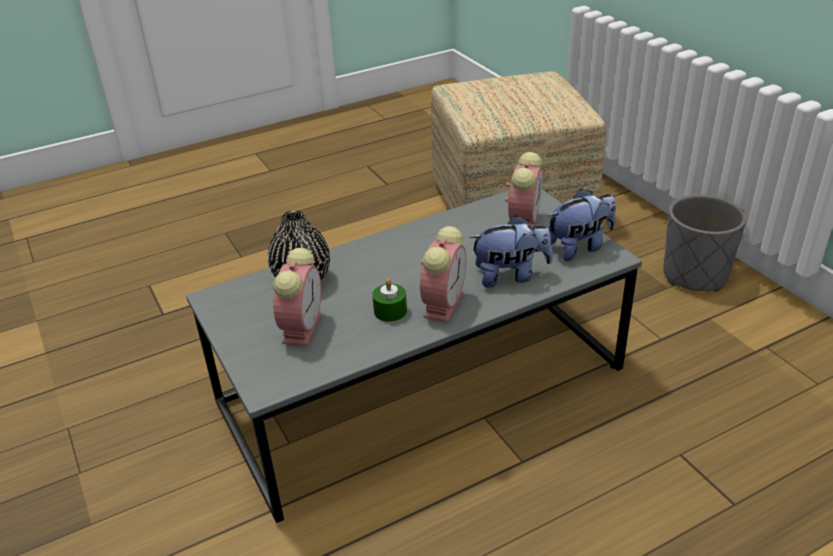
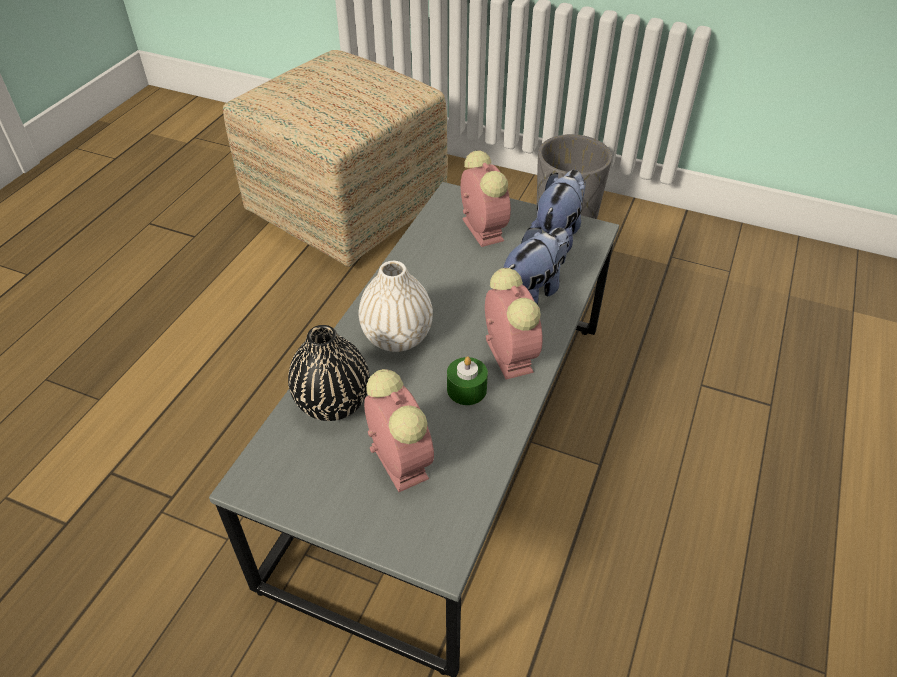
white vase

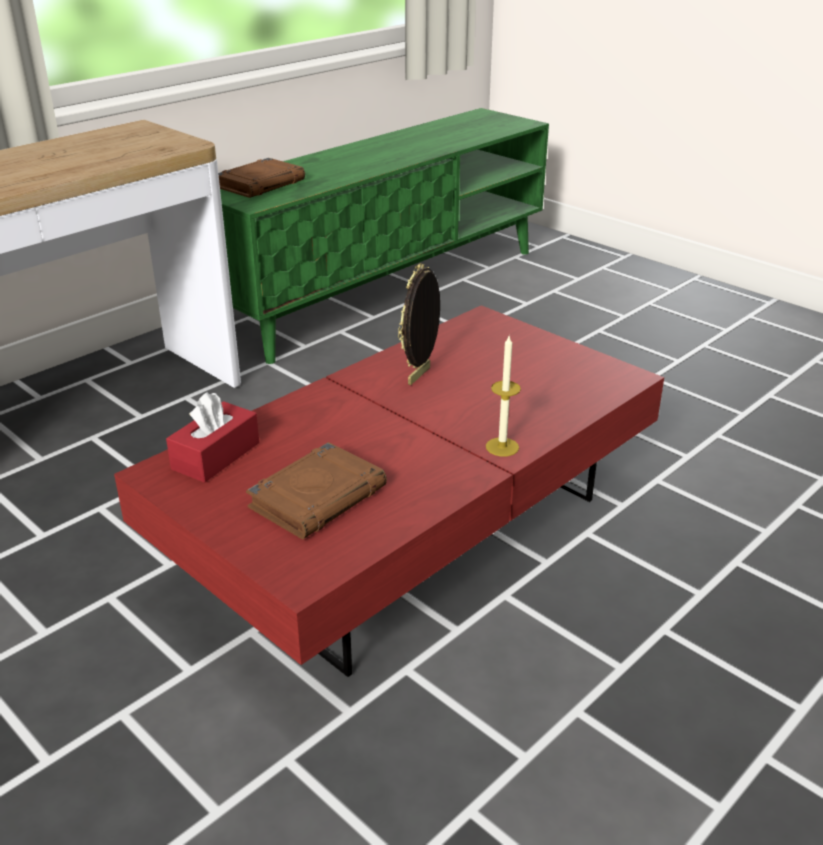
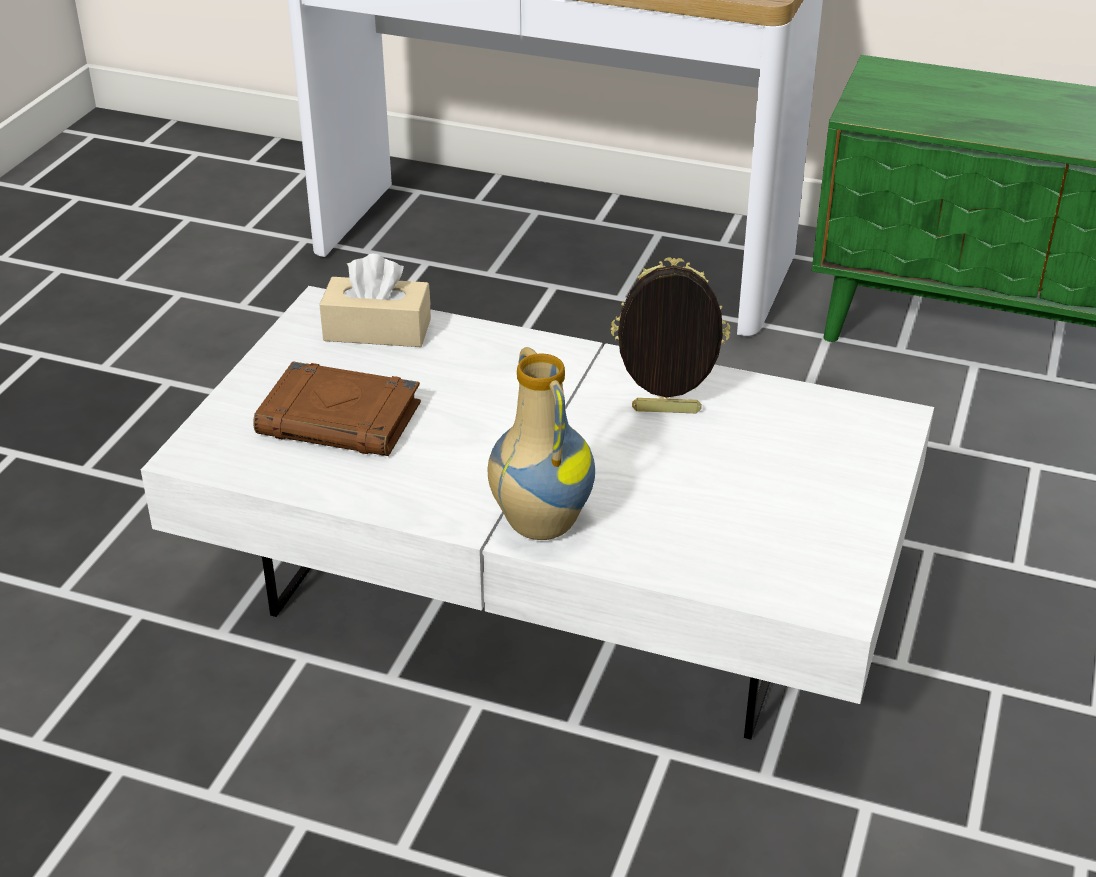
brown book (1st from left in the first image)
vase
white coffee table
beige tissue box

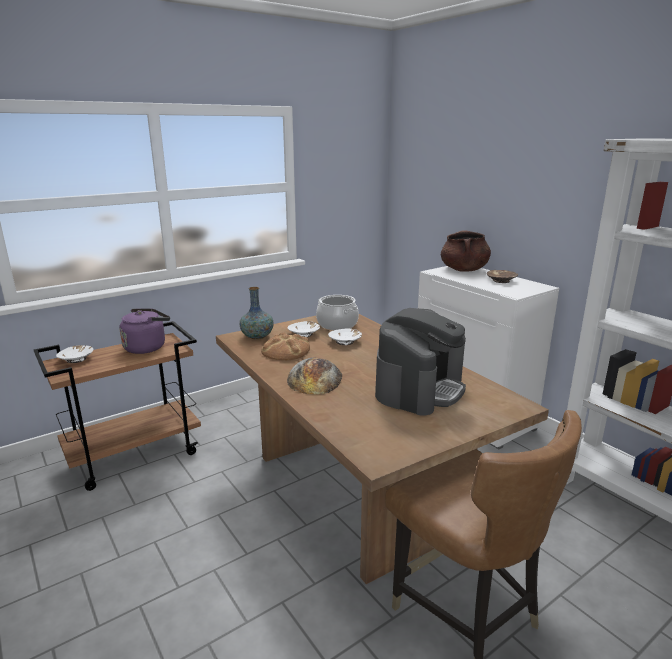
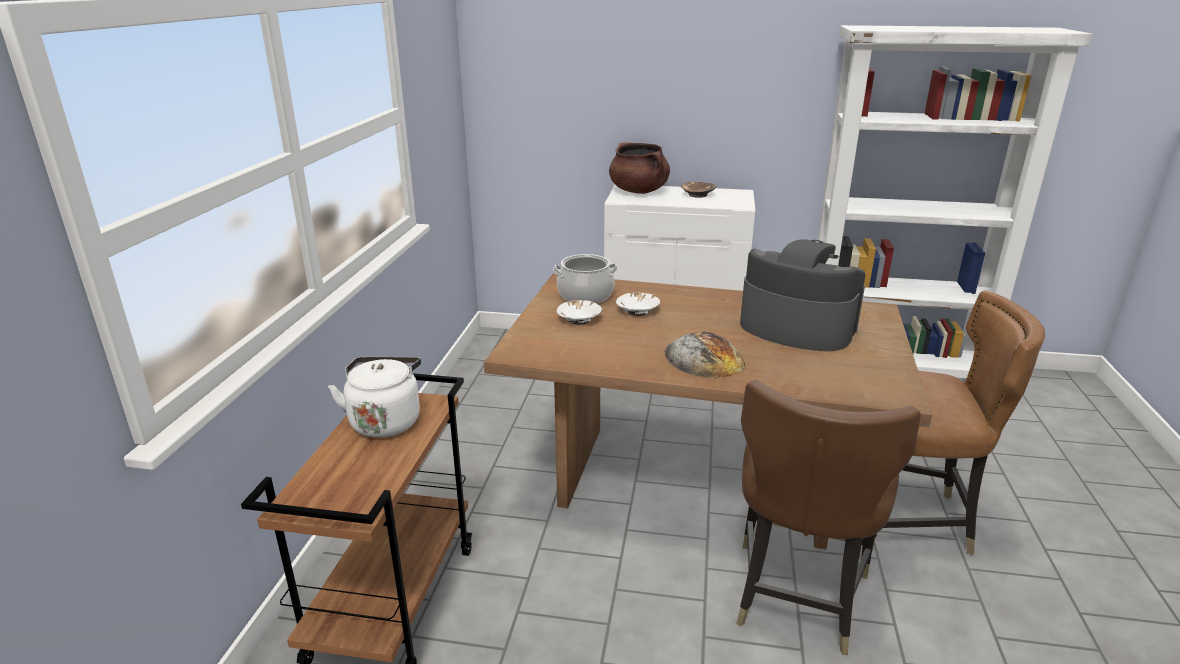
white bowl (1st from left in the first image)
vase
bread (1st from left in the first image)
brown chair (1st from left)
white kettle
coffee machine

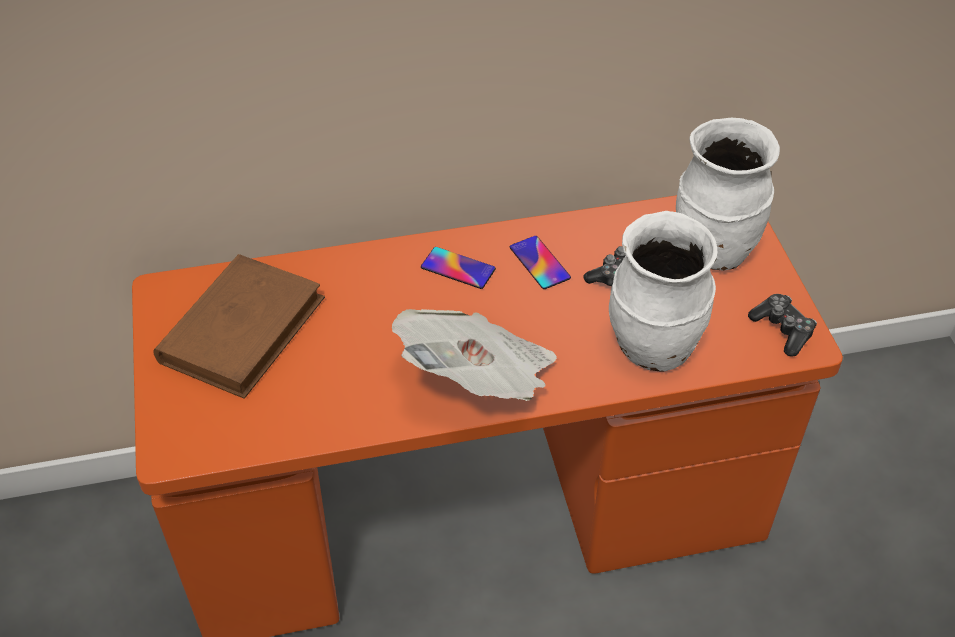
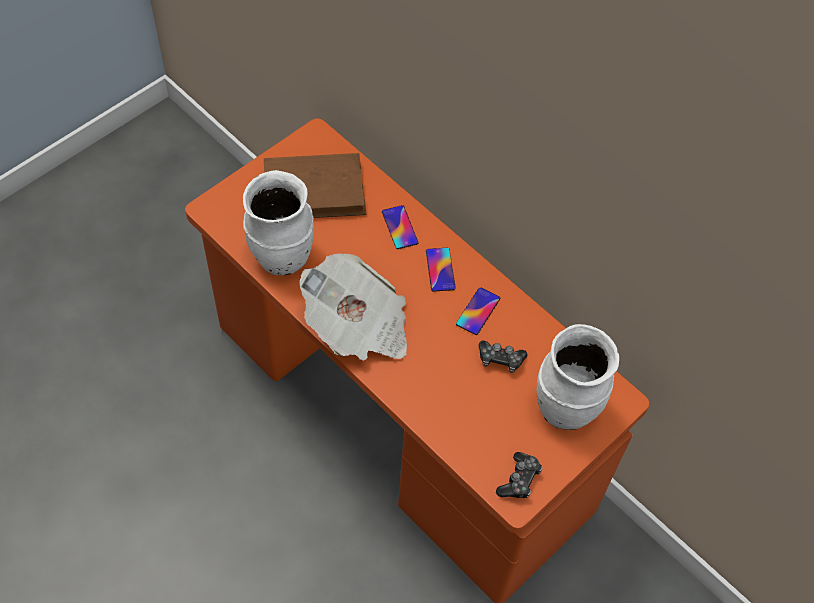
phone (1st from left)
white vase (1st from left)

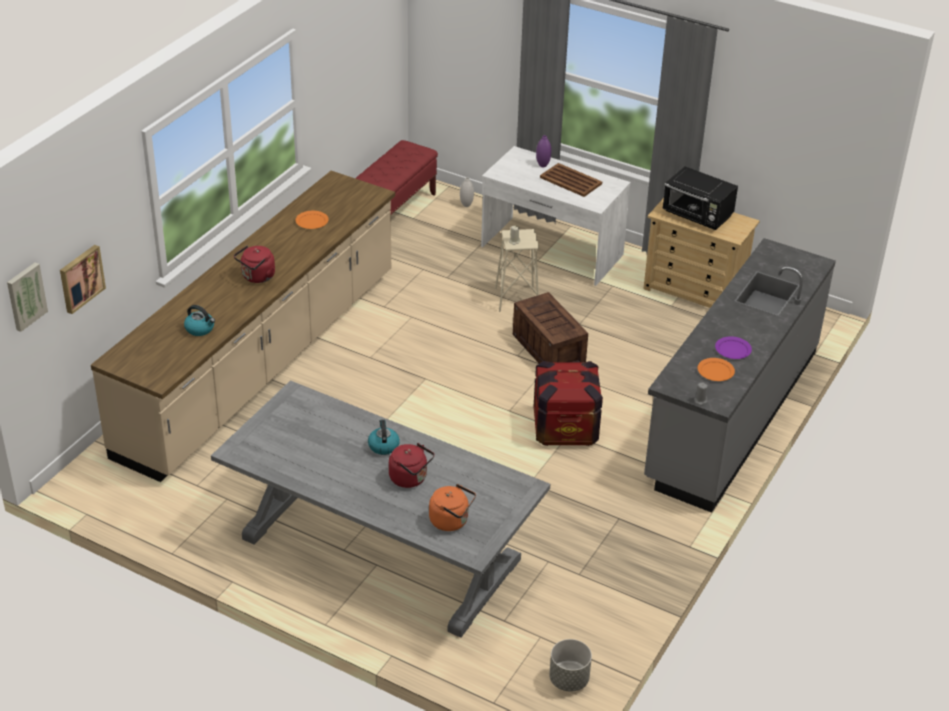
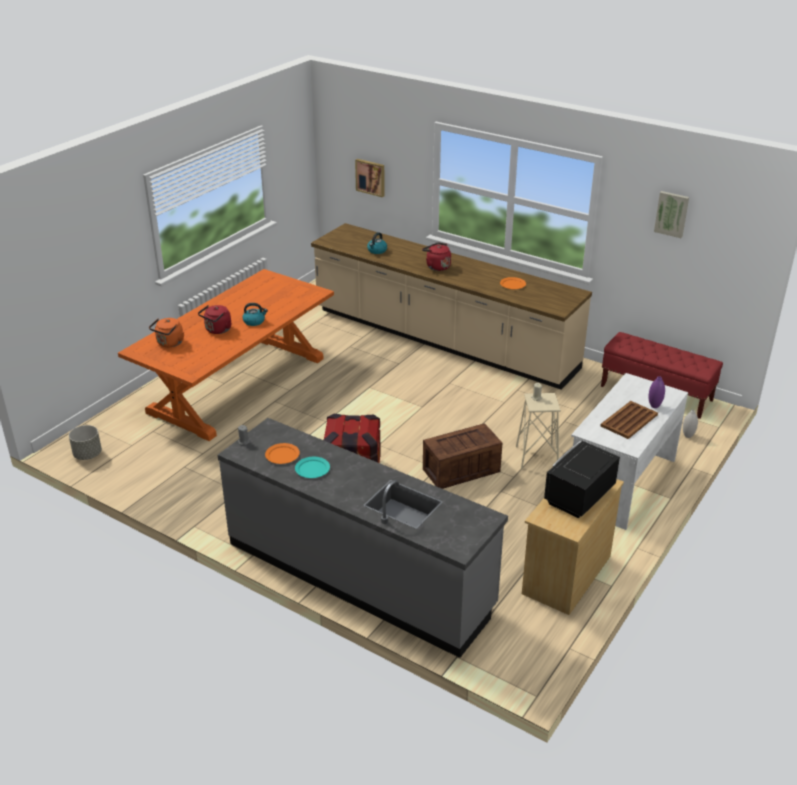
picture (2nd from left)
orange dining table
turquoise plate

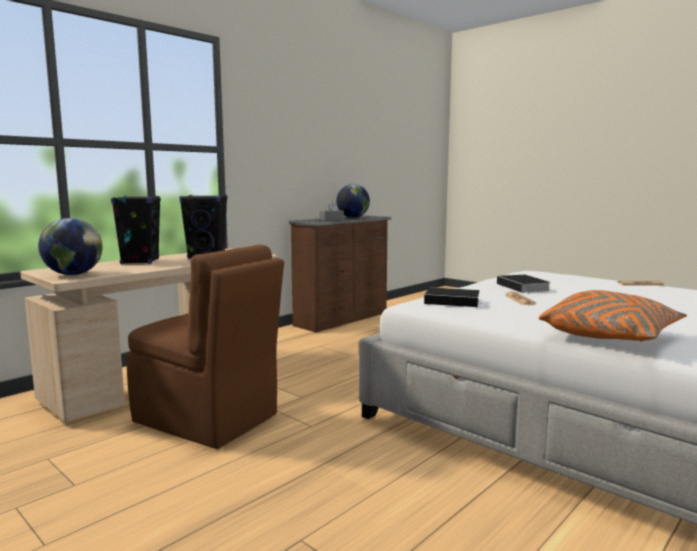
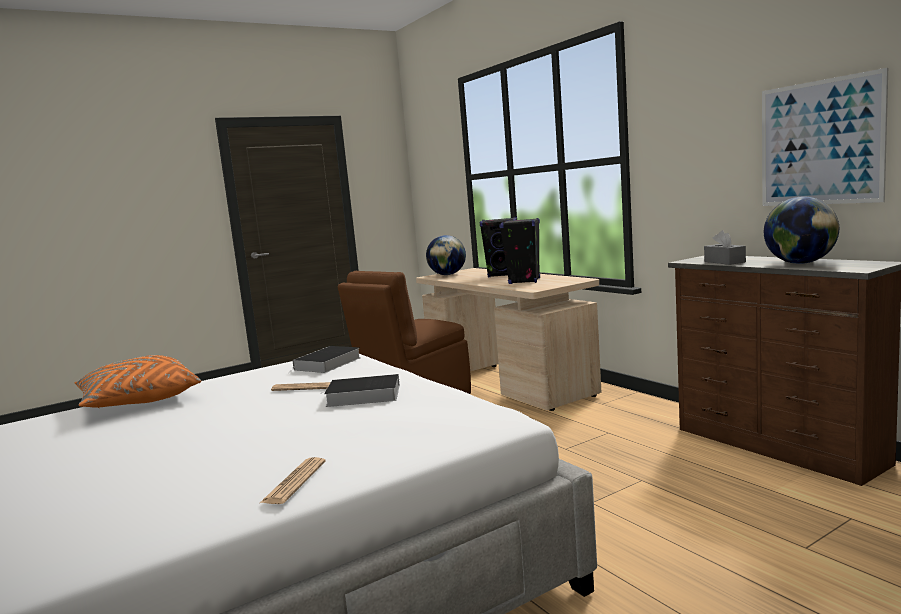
picture

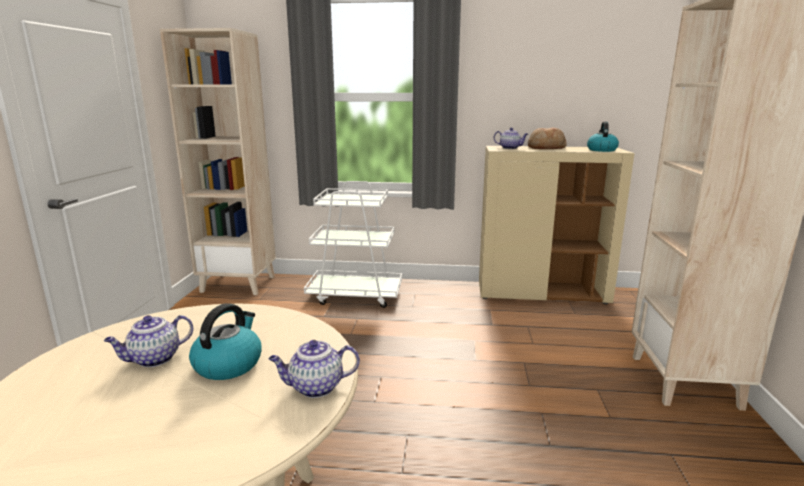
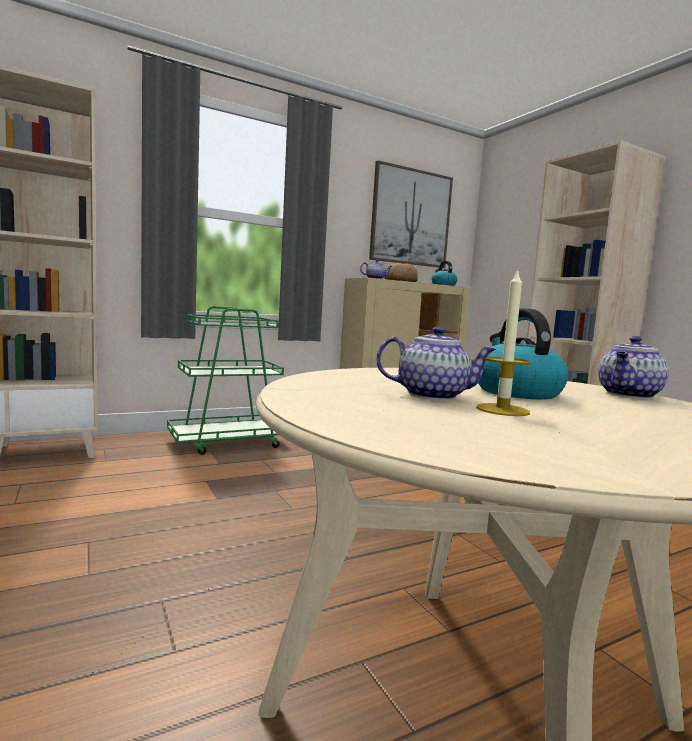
picture
candle
green cart
teapot (2nd from left)

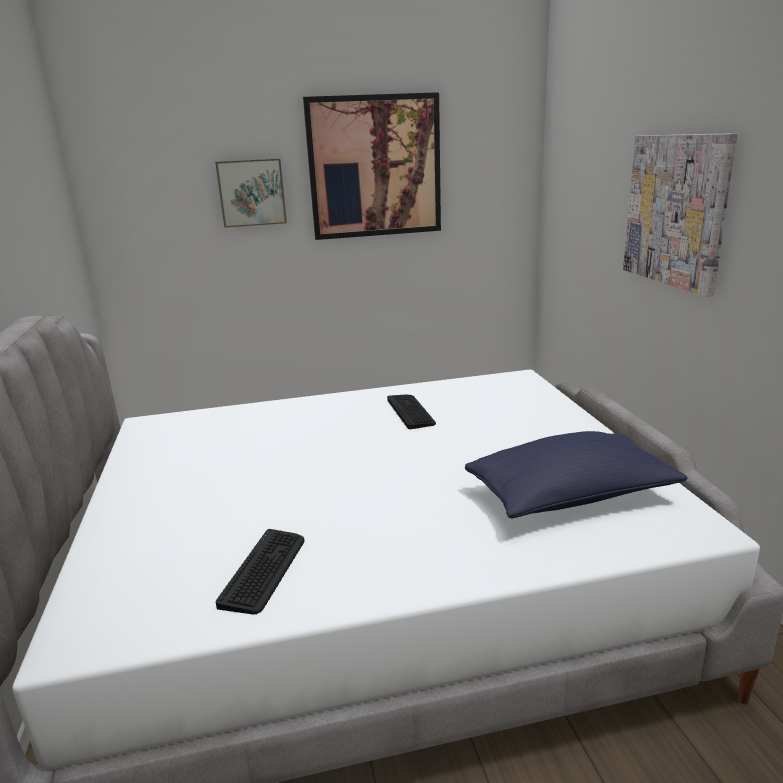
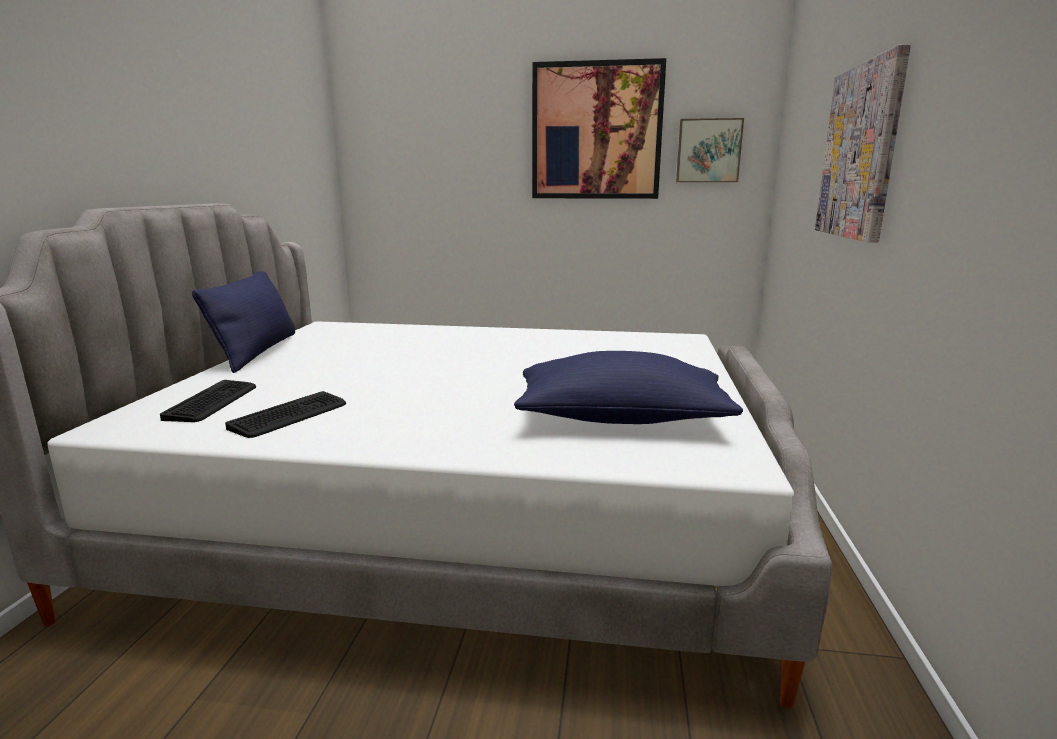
blue pillow (1st from left)
picture (2nd from left)
keyboard (1st from left)

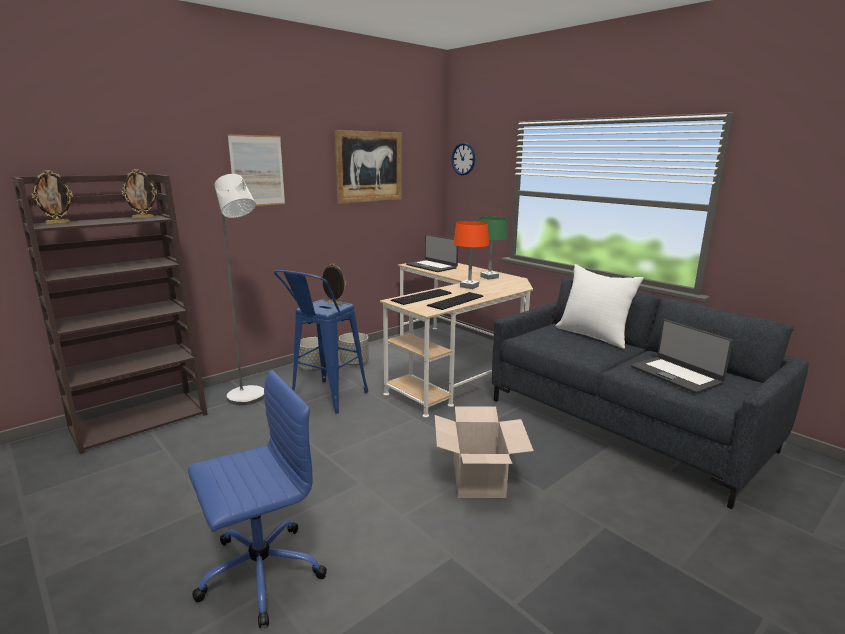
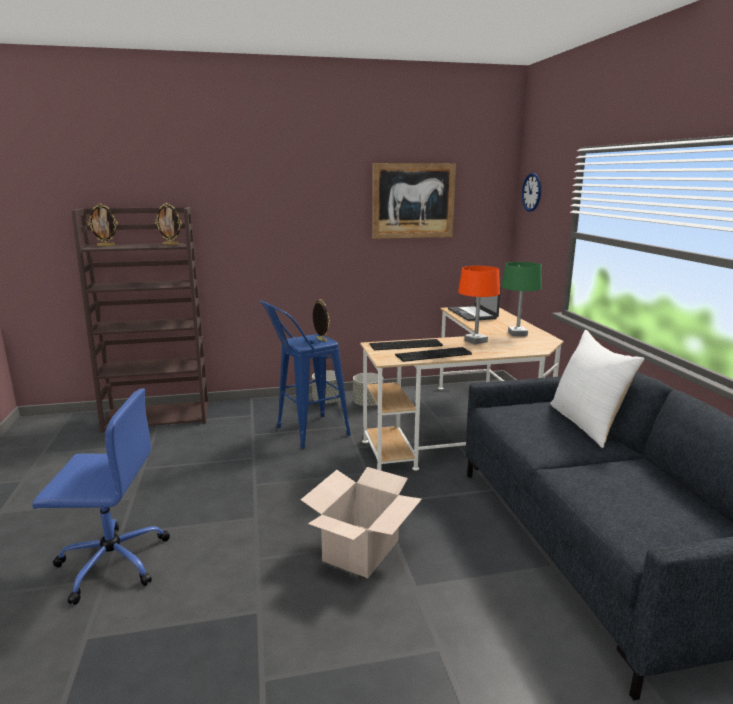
grey floor lamp
picture (1st from left in the first image)
laptop (2nd from left in the first image)

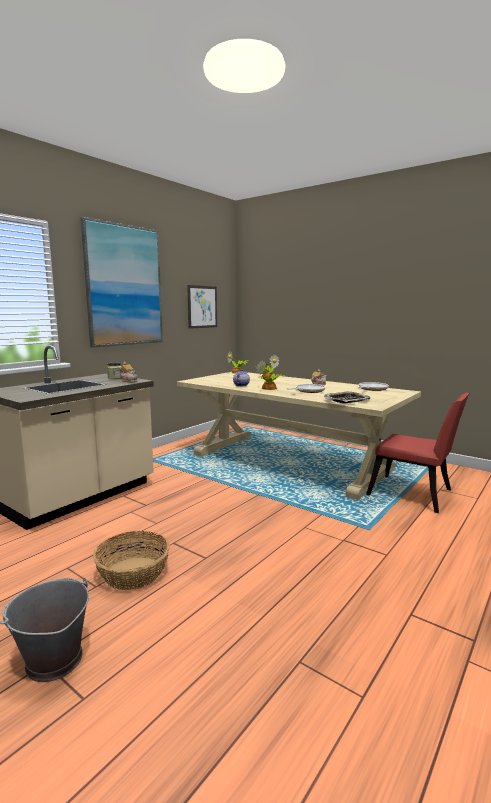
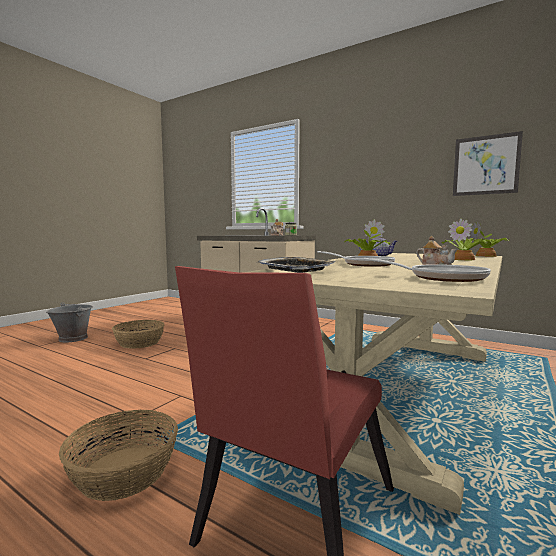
picture (1st from left in the first image)
basket (1st from left)

